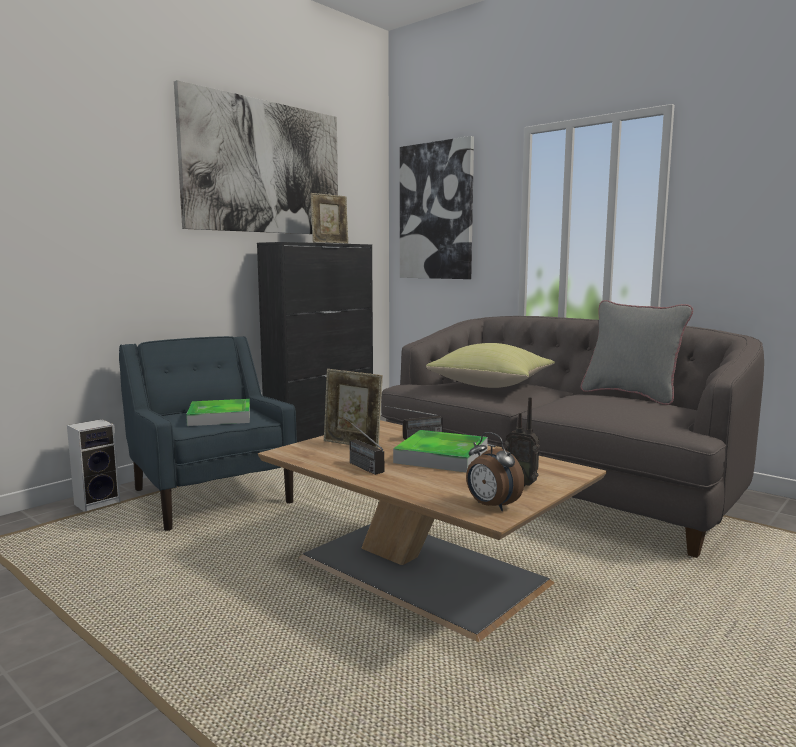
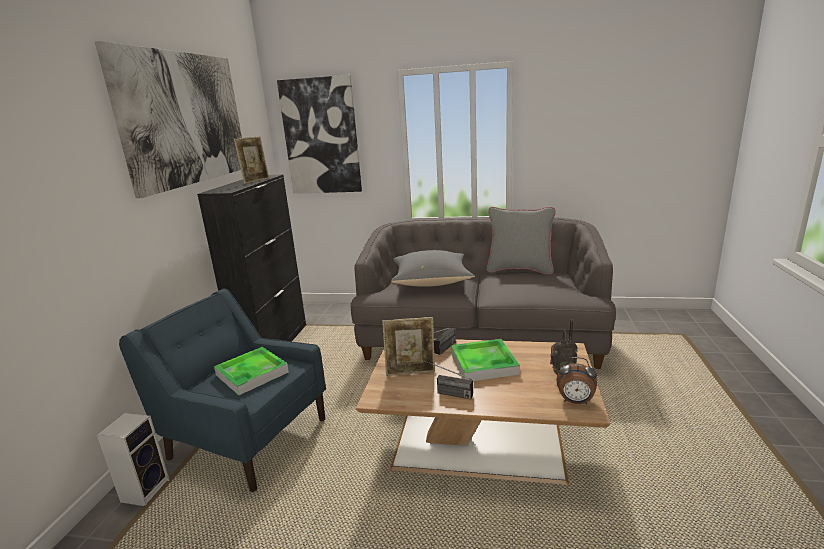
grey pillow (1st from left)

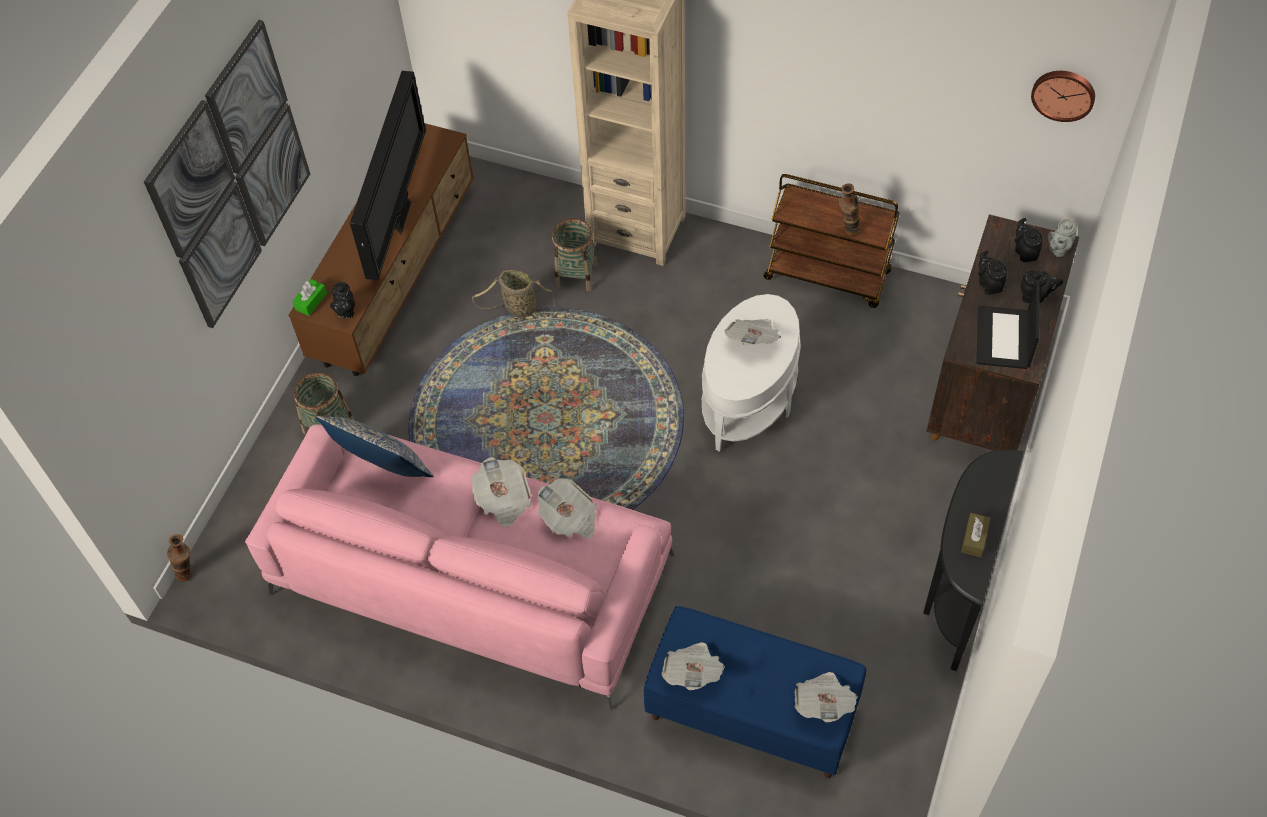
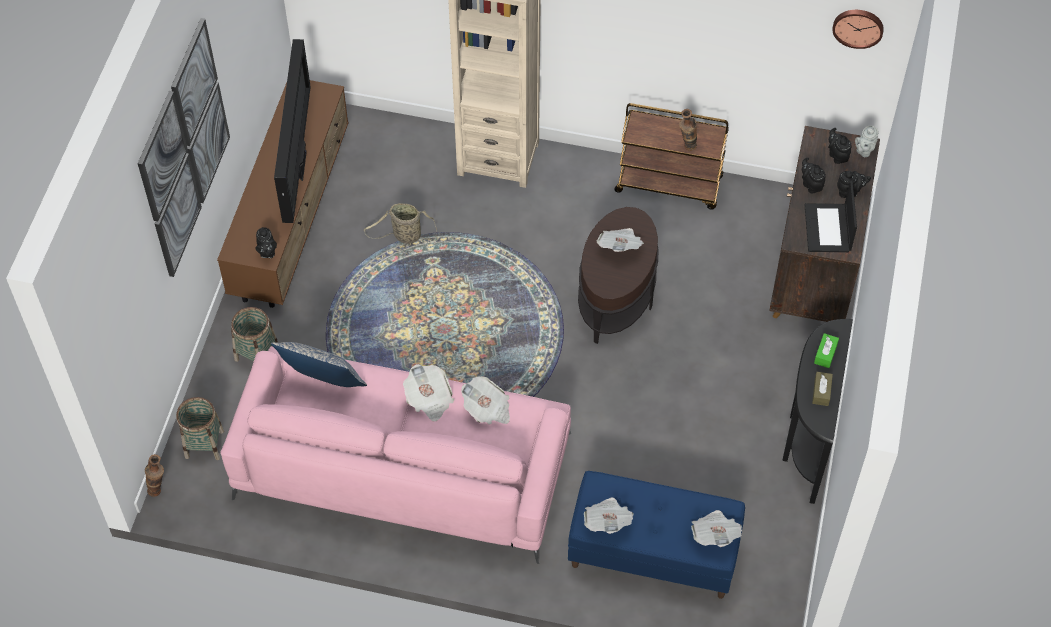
green tissue box
basket (1st from left)
brown side table

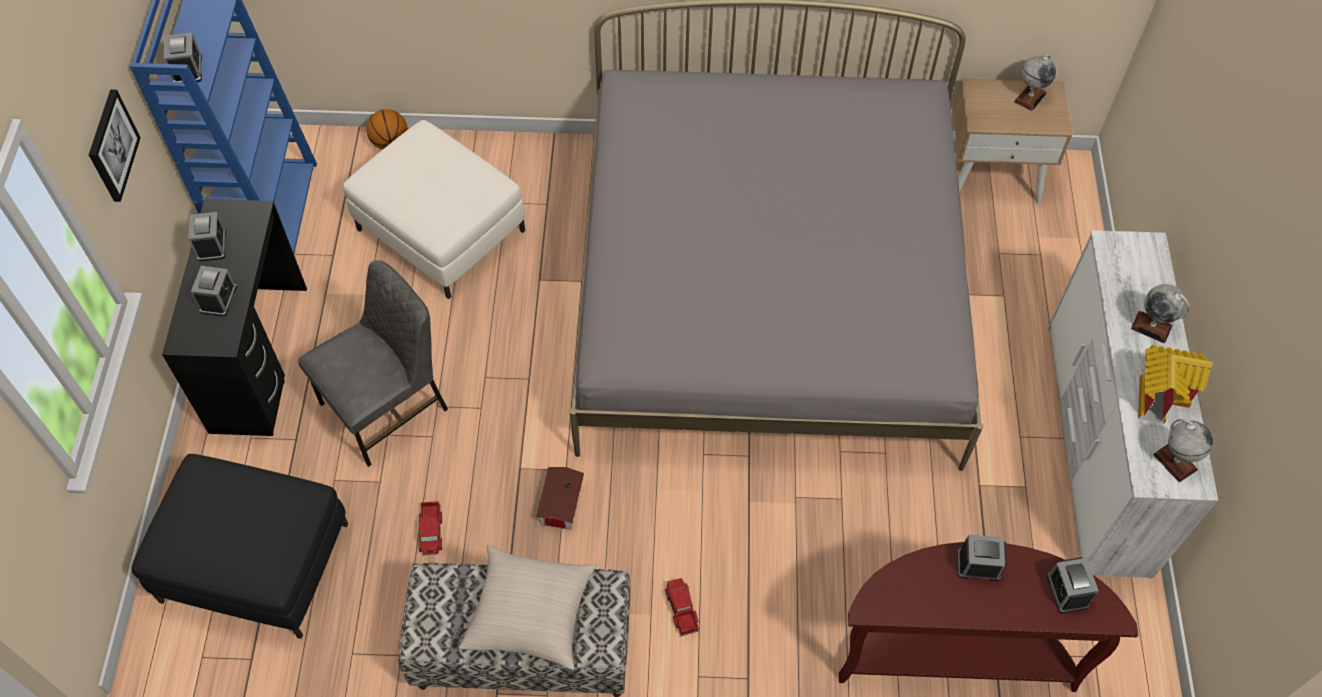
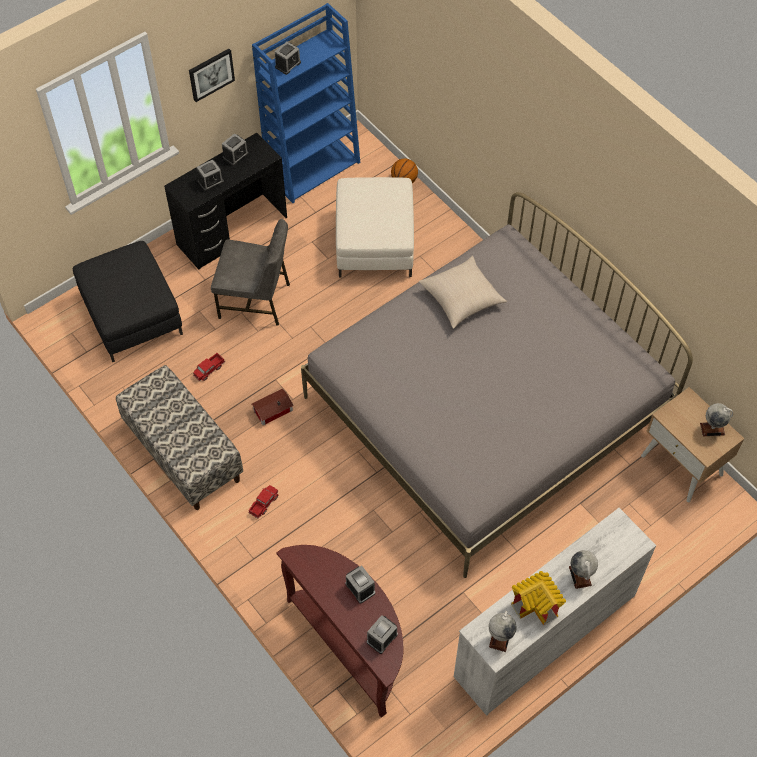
beige pillow

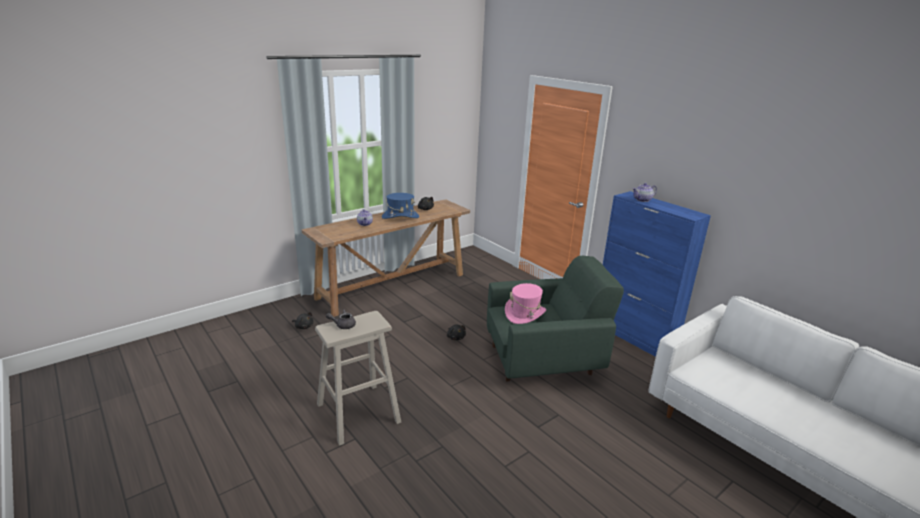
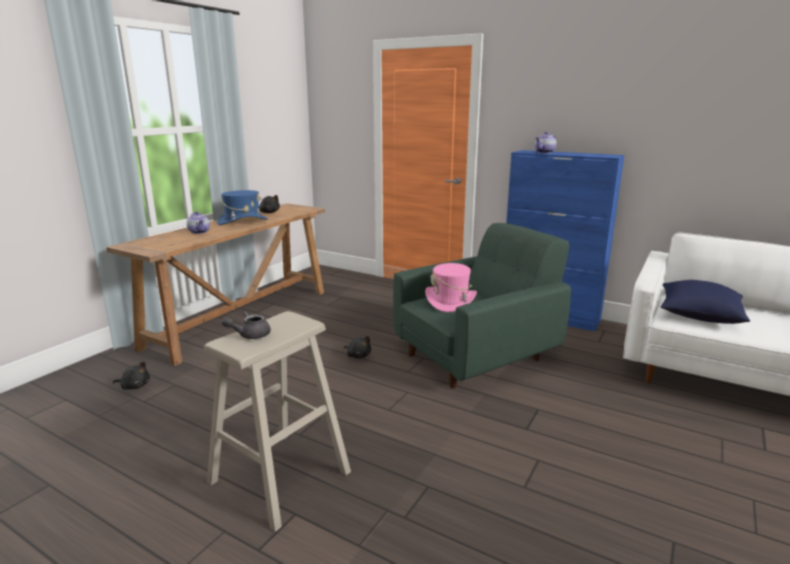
blue pillow

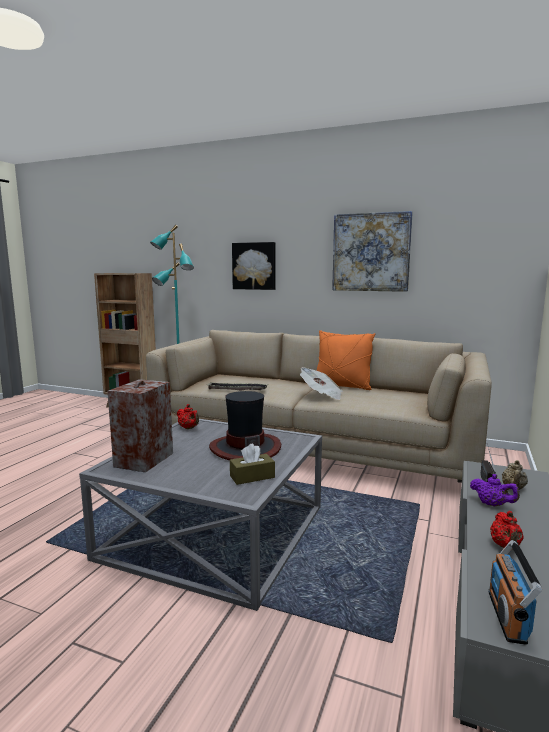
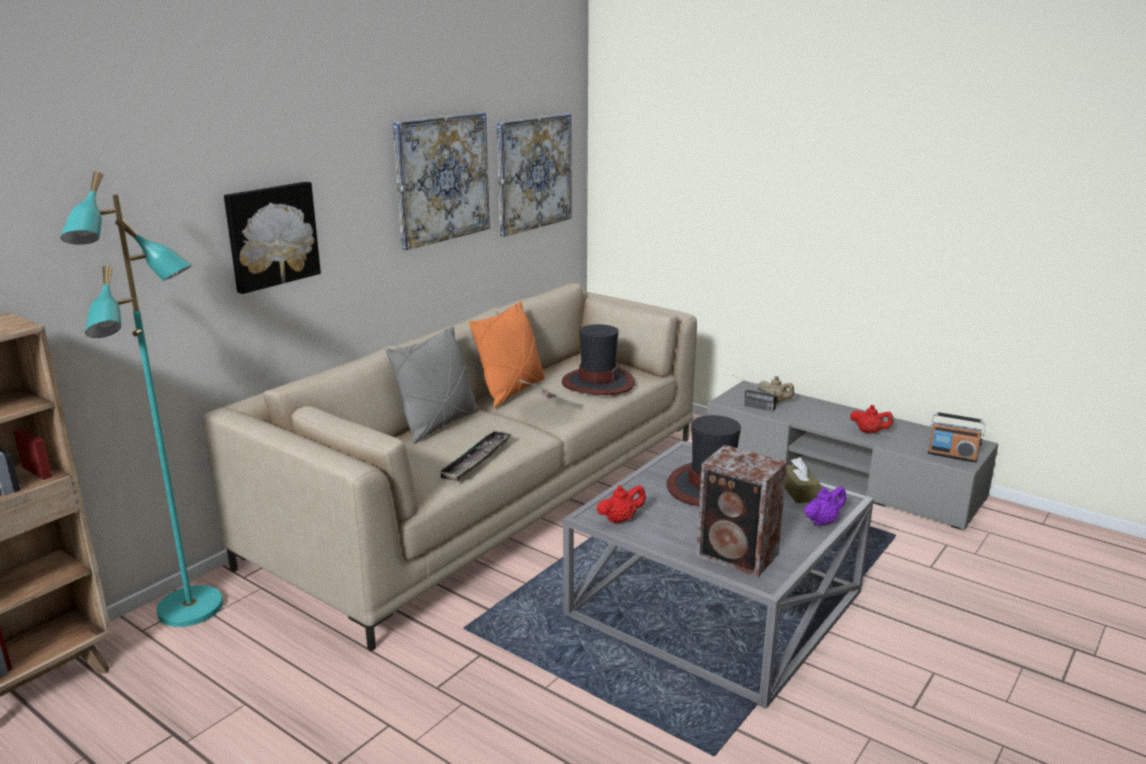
grey pillow
picture (3rd from left)
hat (1st from left)
purple teapot

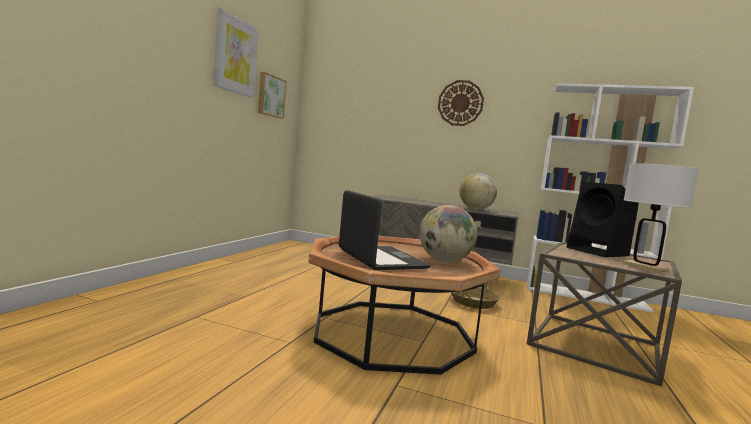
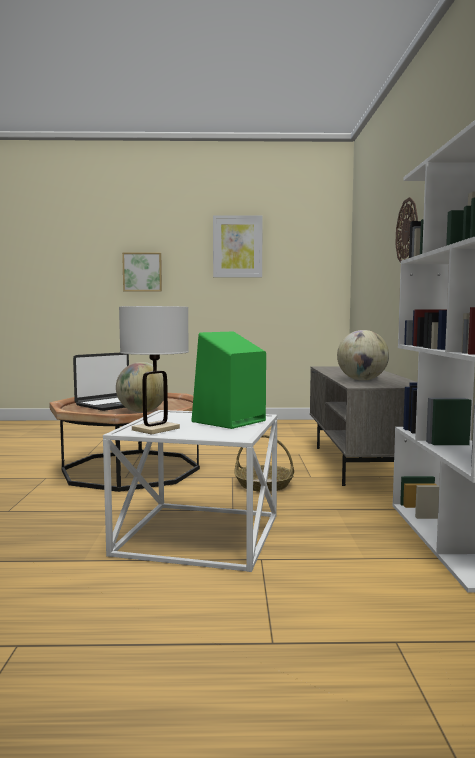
picture (1st from left)
white side table
green speaker

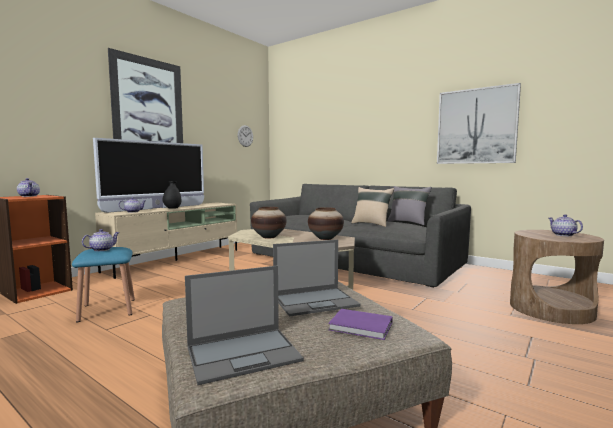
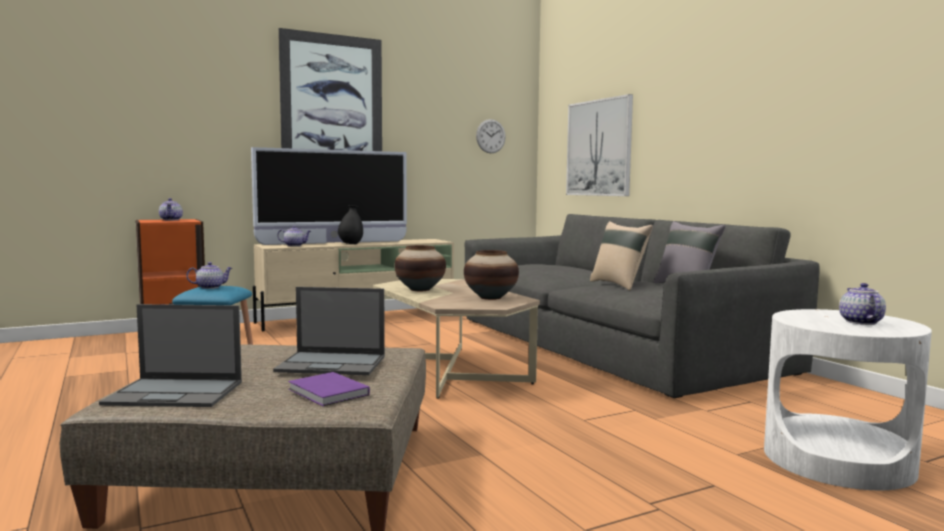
picture (2nd from left)
white side table

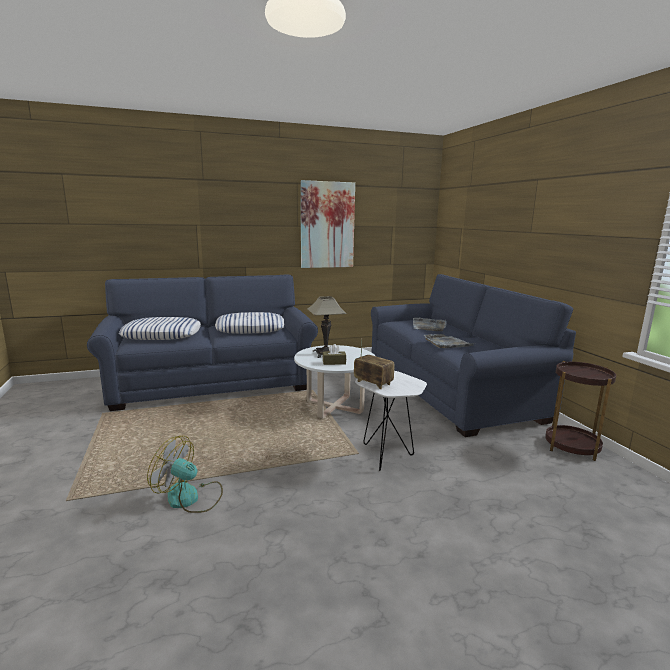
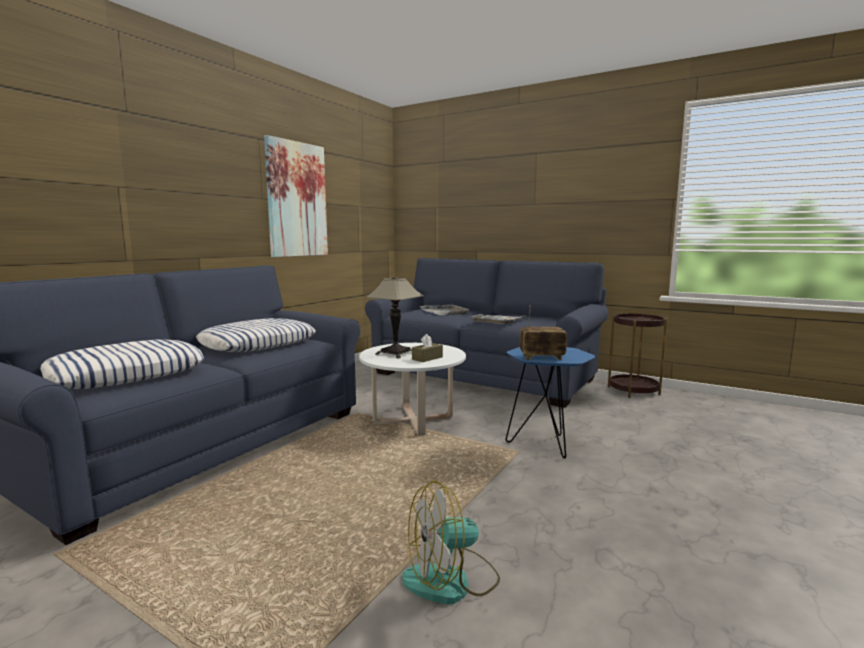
blue side table

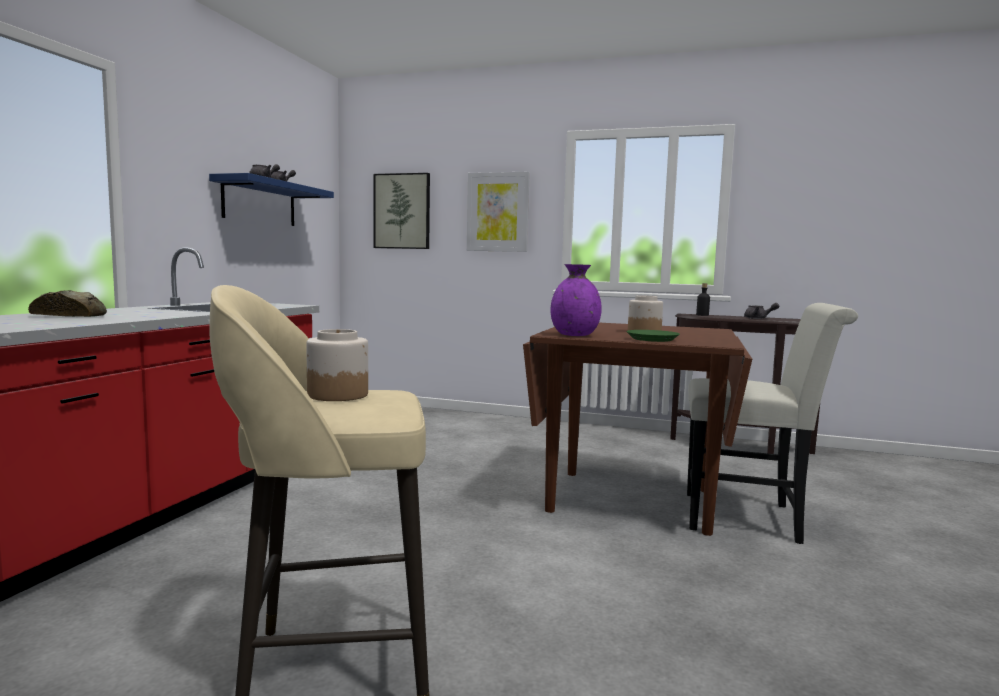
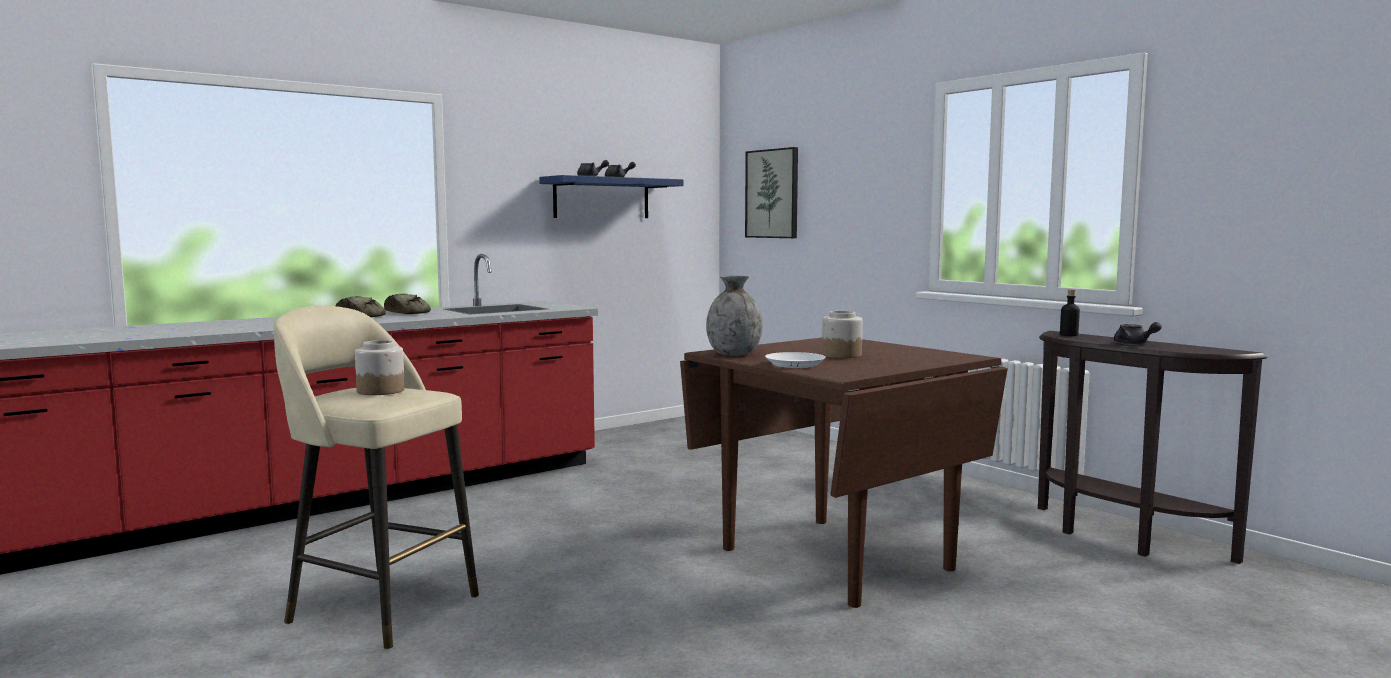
picture (2nd from left in the first image)
white chair
bread (2nd from left)
grey vase
white plate

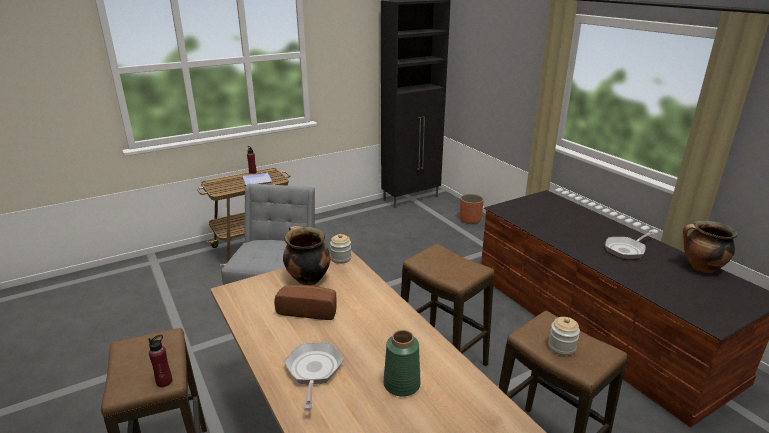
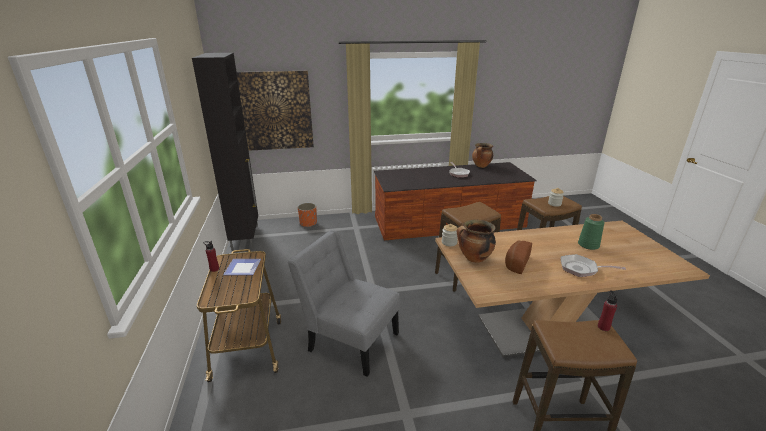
picture

